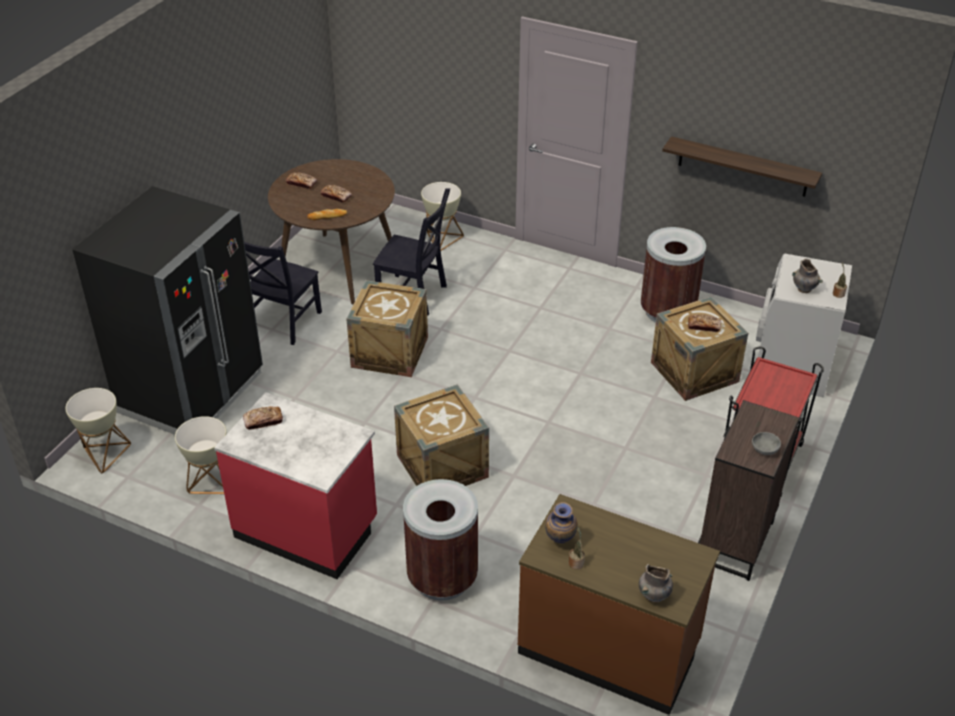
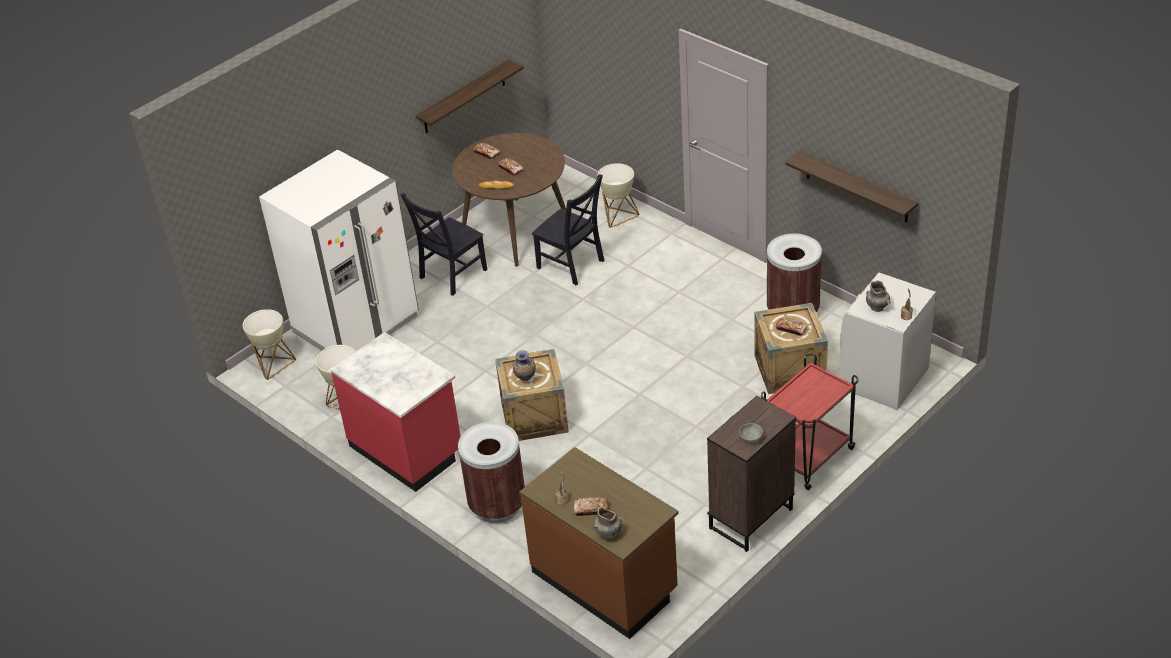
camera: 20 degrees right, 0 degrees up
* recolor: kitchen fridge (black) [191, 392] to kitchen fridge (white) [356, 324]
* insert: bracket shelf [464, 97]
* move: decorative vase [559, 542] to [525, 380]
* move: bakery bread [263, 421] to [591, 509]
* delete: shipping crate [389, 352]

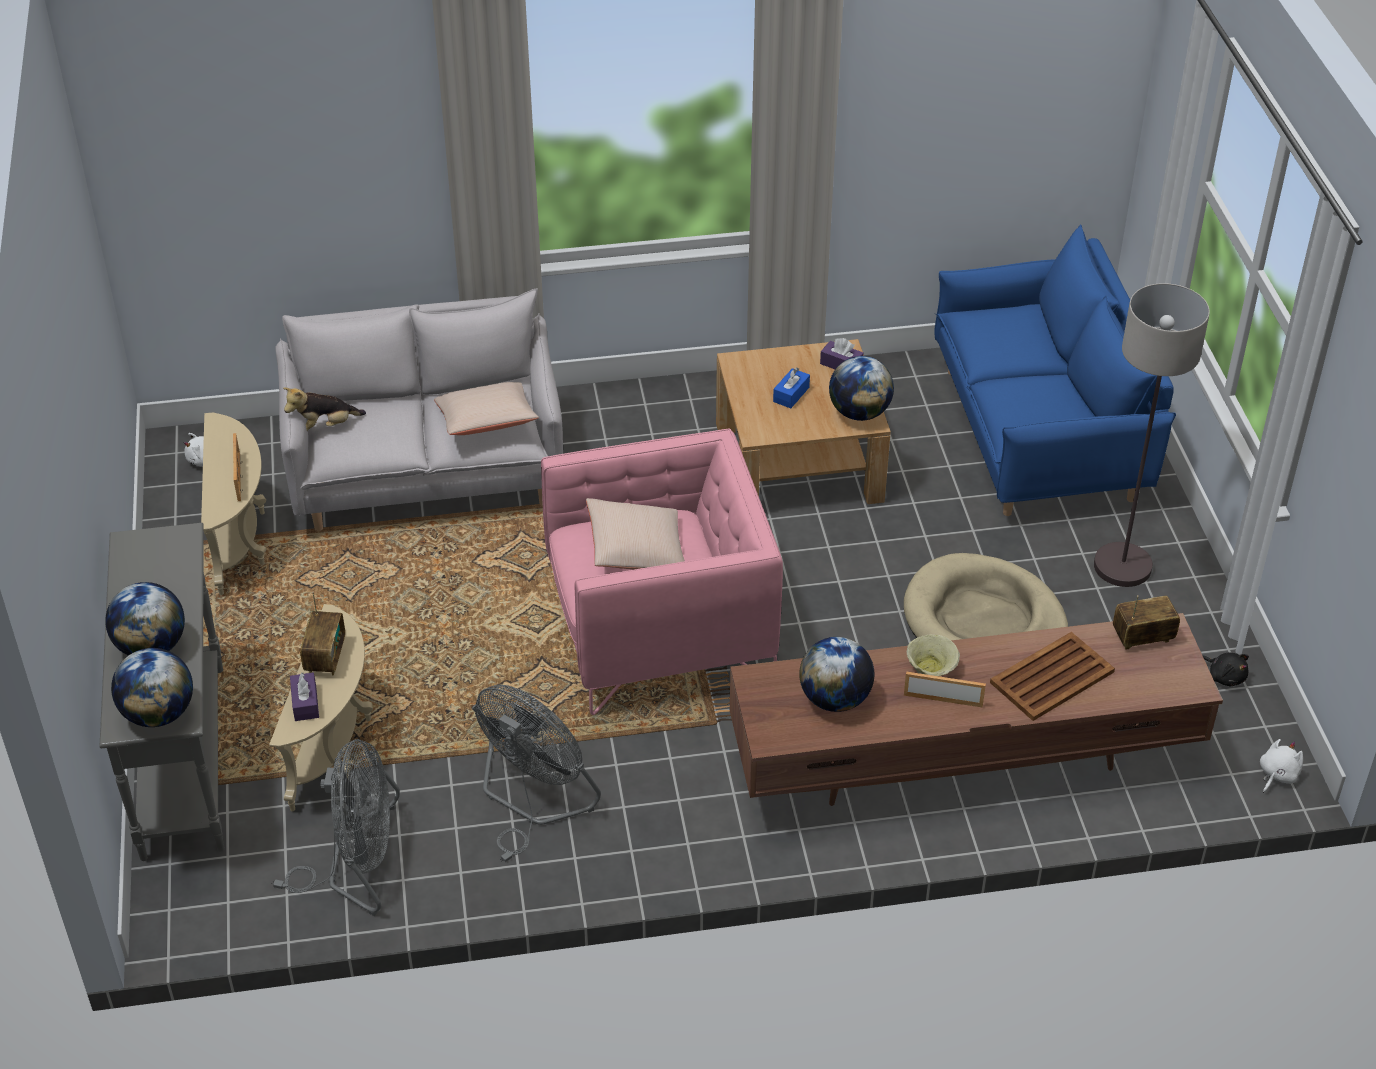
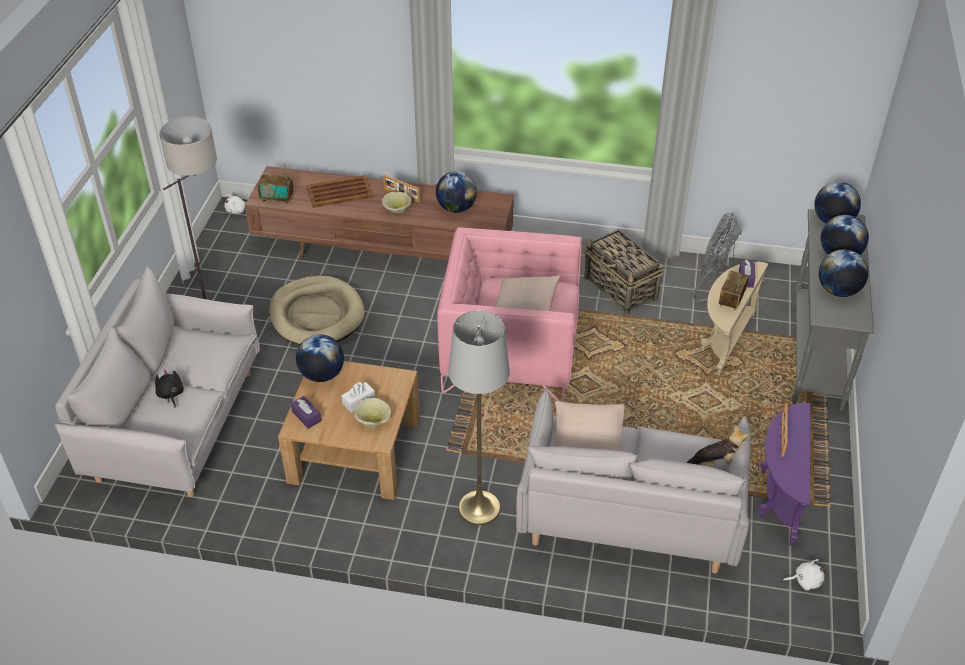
camera: 160 degrees left, 0 degrees up
* recolor: settee (blue) [1038, 434] to settee (grey) [176, 425]
* move: cuddly toy (black) [1225, 676] to [170, 395]
* recolor: box of tissues (blue) [791, 394] to box of tissues (white) [358, 401]
* insert: deep dish (beige) [374, 421]
* insert: standard lamp (grey) [479, 508]
* replace: electric fan (grey) [527, 800] to basket [621, 289]
* recolor: end table (beige) [241, 540] to end table (purple) [778, 497]
* insert: globe [838, 291]

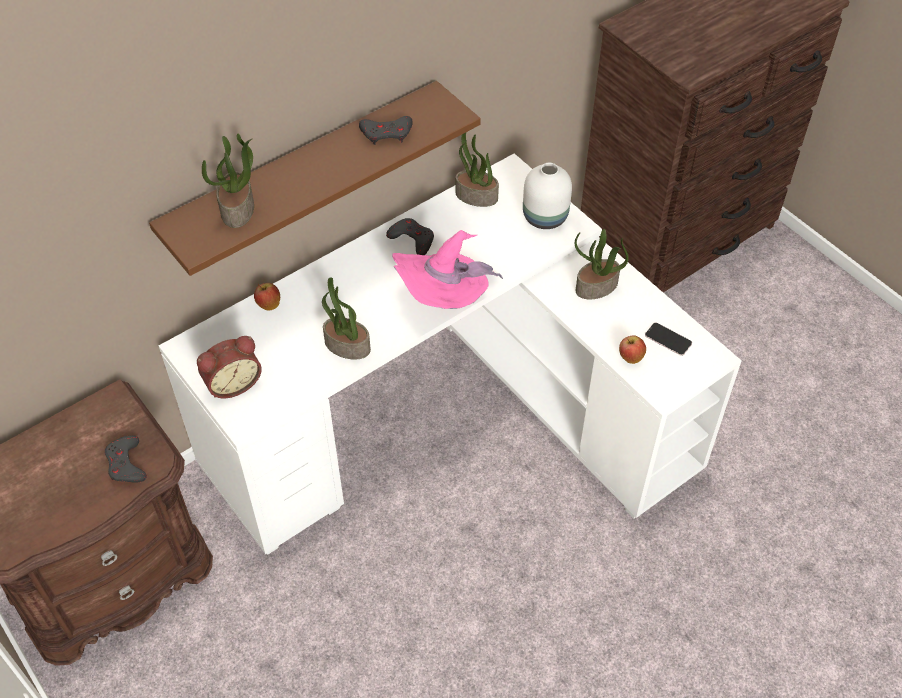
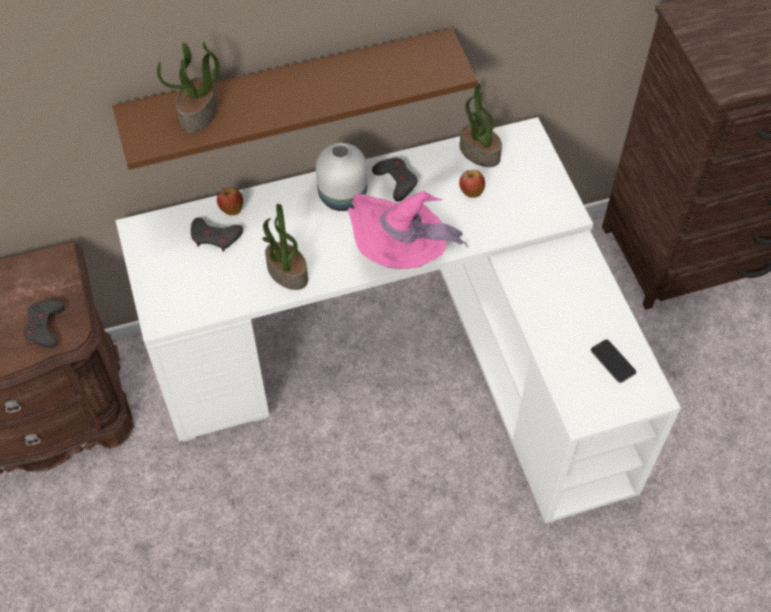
camera: 20 degrees right, 5 degrees up
* move: game controller (grey) [387, 133] to [215, 237]
* move: decorative vase (white) [546, 218] to [343, 197]
* move: apple fruit [630, 357] to [471, 192]
* delete: bedside clock [232, 383]
* delete: houseplant [596, 287]

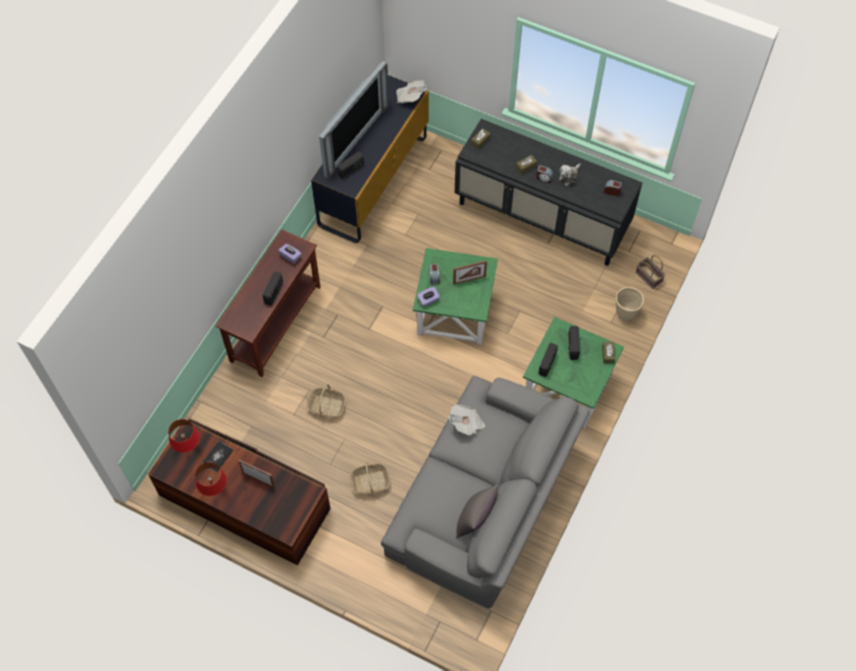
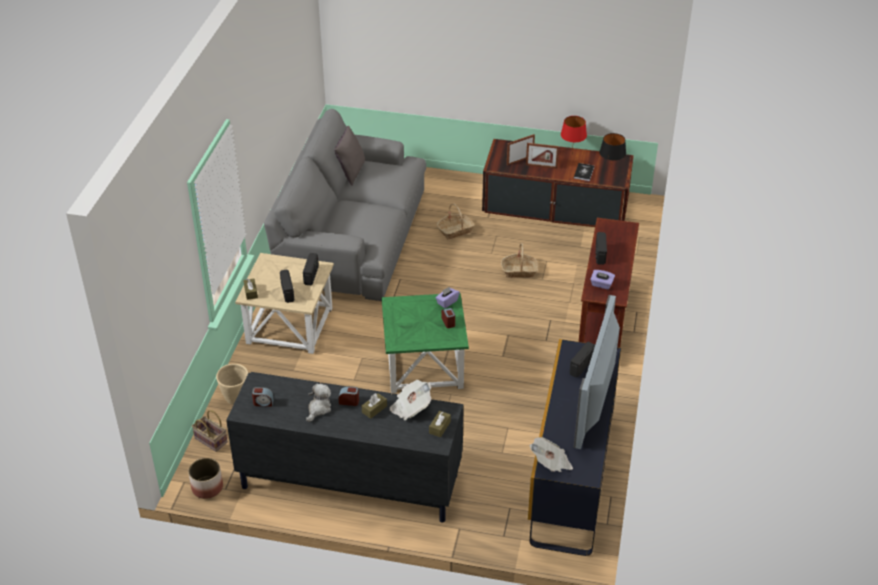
camera: 165 degrees right, 20 degrees down
* insert: flower pot [207, 487]
* recolor: end table (green) [568, 388] to end table (beige) [289, 325]
* move: daily paper [466, 424] to [410, 407]
* move: standing frame [469, 280] to [520, 160]
* recolor: lamp for a table (red-coloured) [189, 449] to lamp for a table (black) [610, 172]

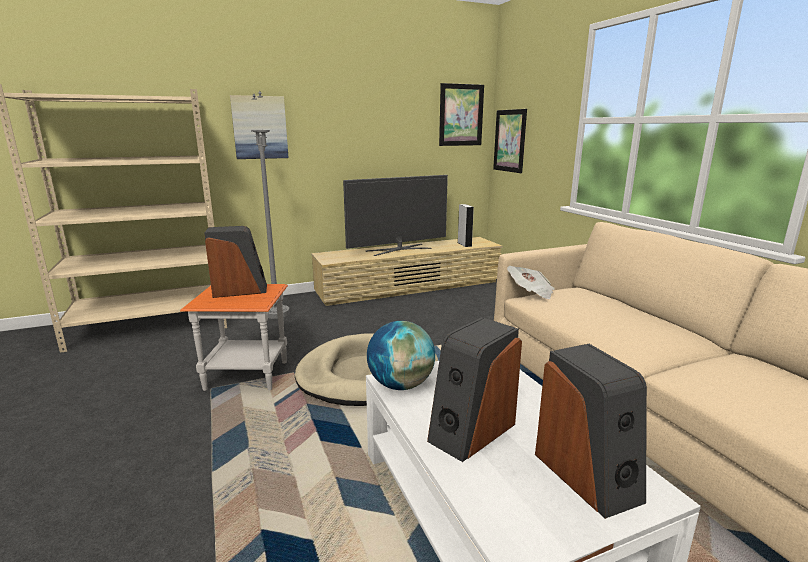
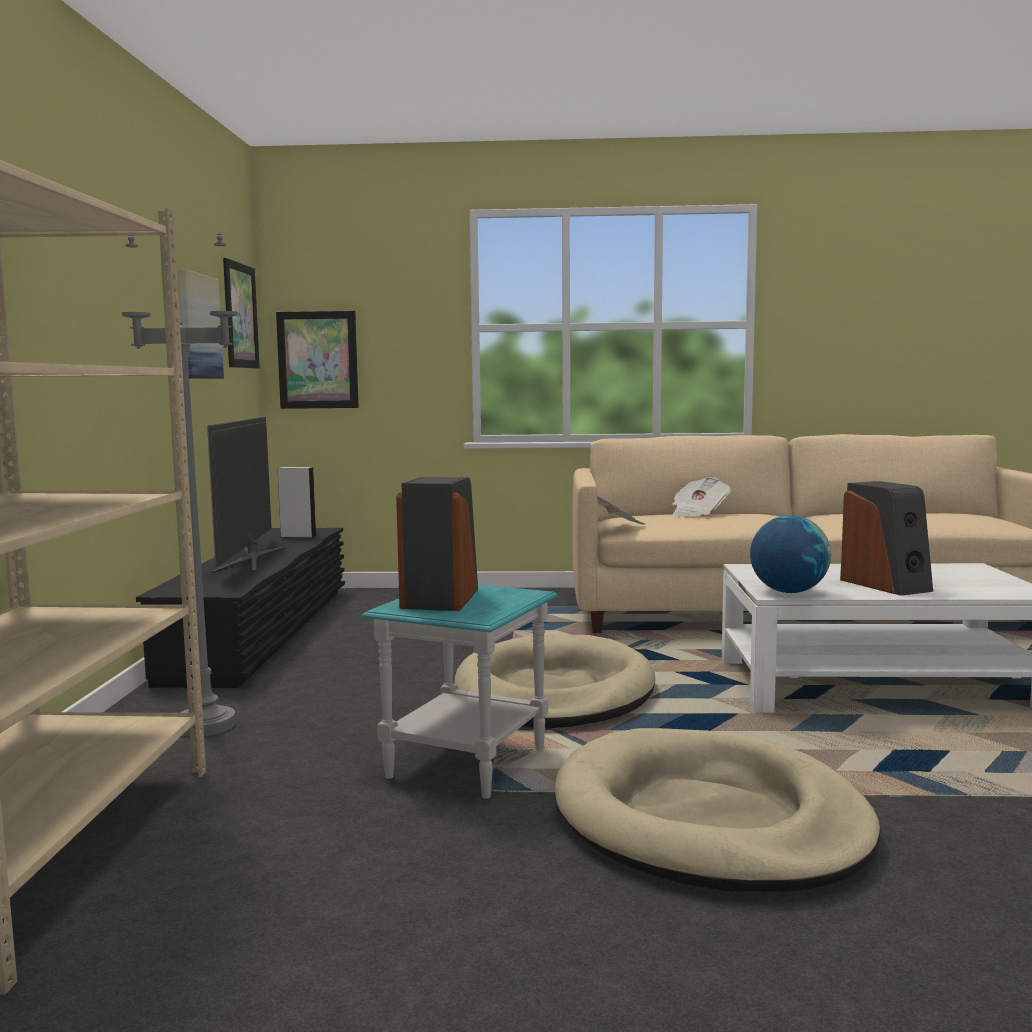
camera: 65 degrees left, 10 degrees down
* recolor: tv unit (beige) [410, 287] to tv unit (black) [262, 630]
* move: wall picture [259, 127] to [198, 327]
* recolor: end table (orange-coloured) [248, 375] to end table (blue-green) [467, 762]
* insert: dog cushion (beige) [709, 820]
* insert: daily paper [698, 514]
* delete: audio speaker [587, 475]

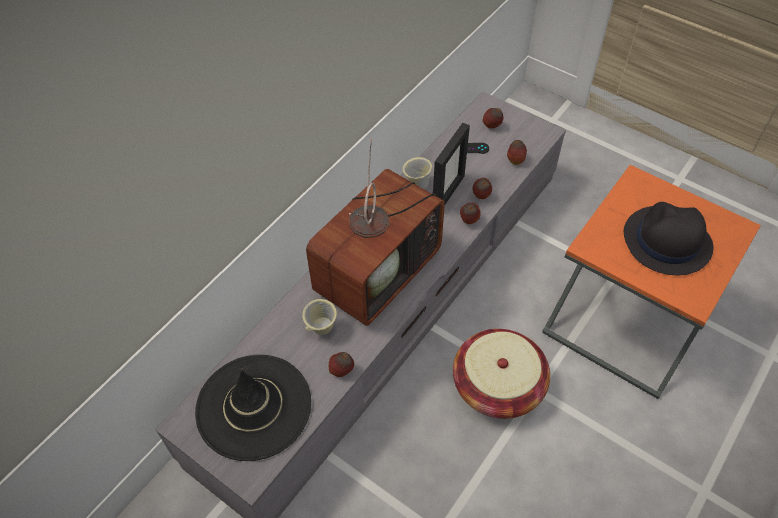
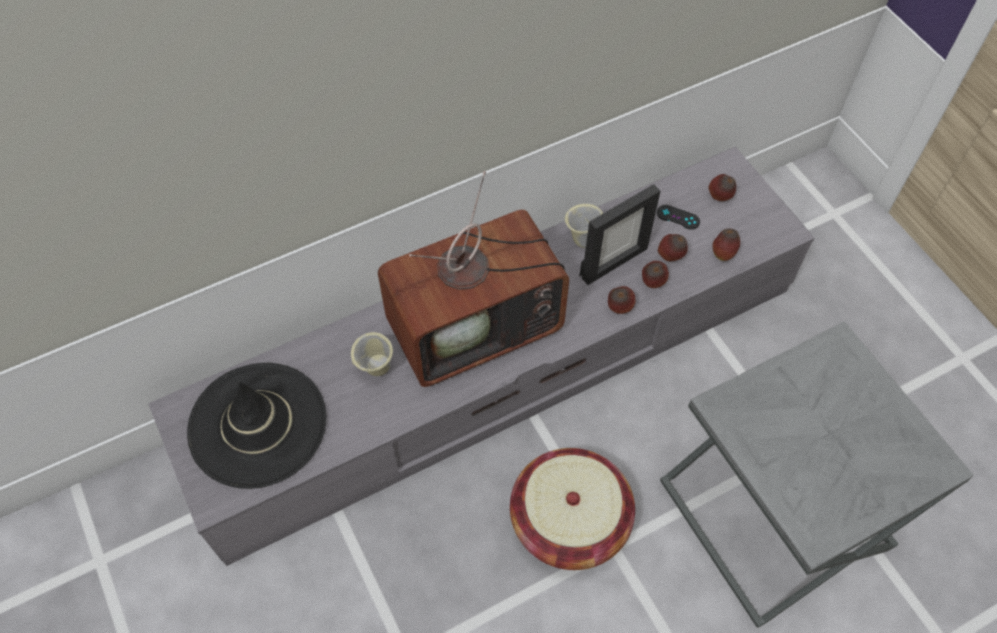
camera: 25 degrees right, 5 degrees up
* move: apple fruit [342, 371] to [670, 257]
* recolor: end table (orange-coloured) [626, 321] to end table (grey) [776, 513]
* delete: wearable hat (black) [666, 241]

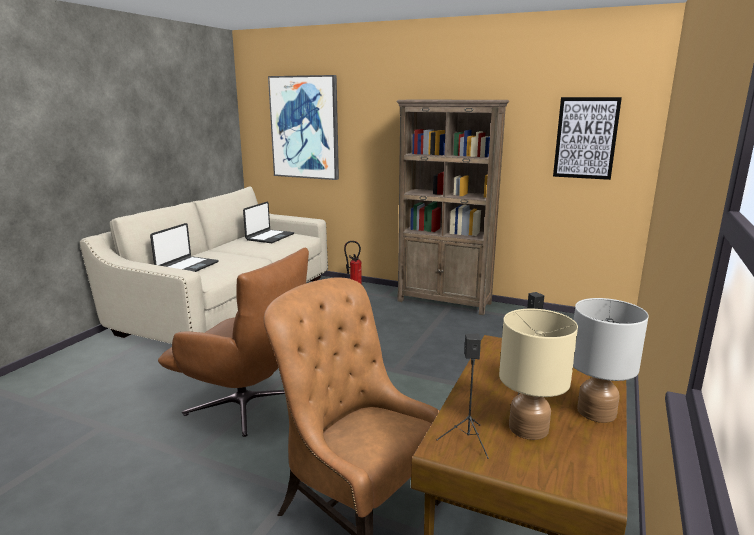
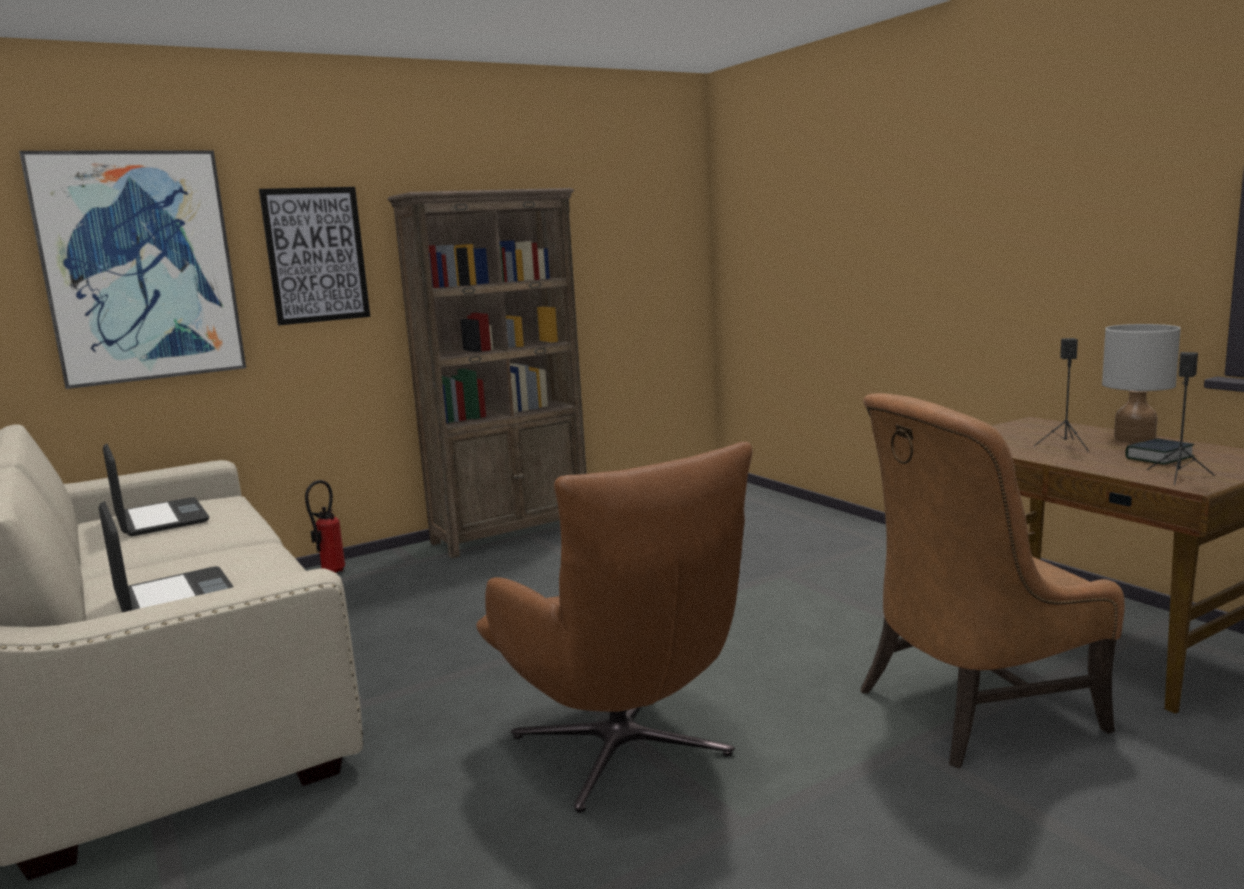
camera: 55 degrees left, 5 degrees down
* move: wall picture [586, 138] to [316, 255]
* rotate: armchair (brown) [243, 404] = [620, 746] 90 degrees clockwise
* replace: lamp for a table (beige) [529, 428] to book [1159, 458]

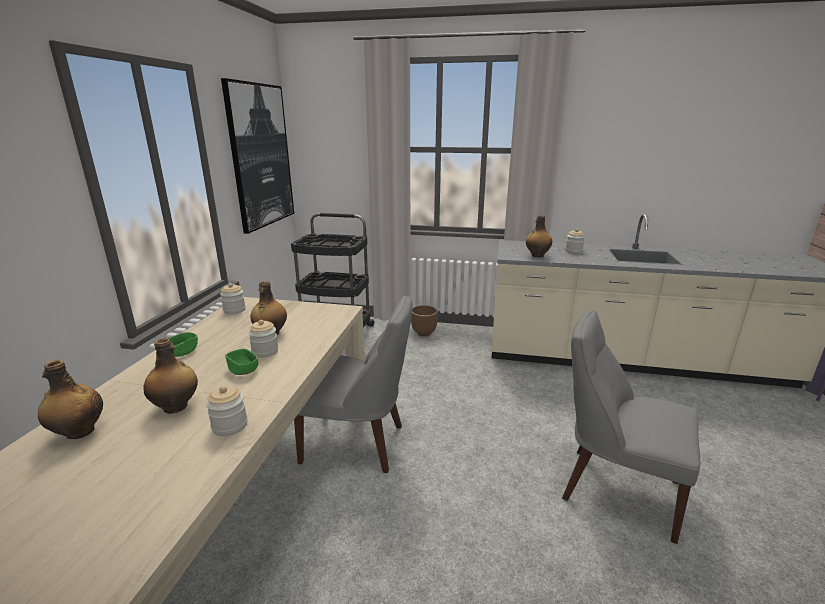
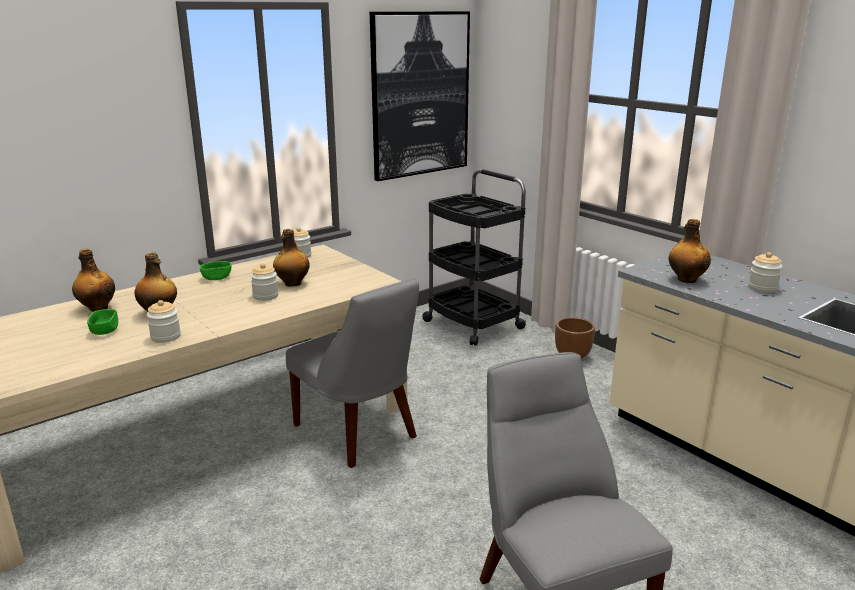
camera: 40 degrees right, 0 degrees up
* move: deep dish (green) [243, 370] to [104, 330]

